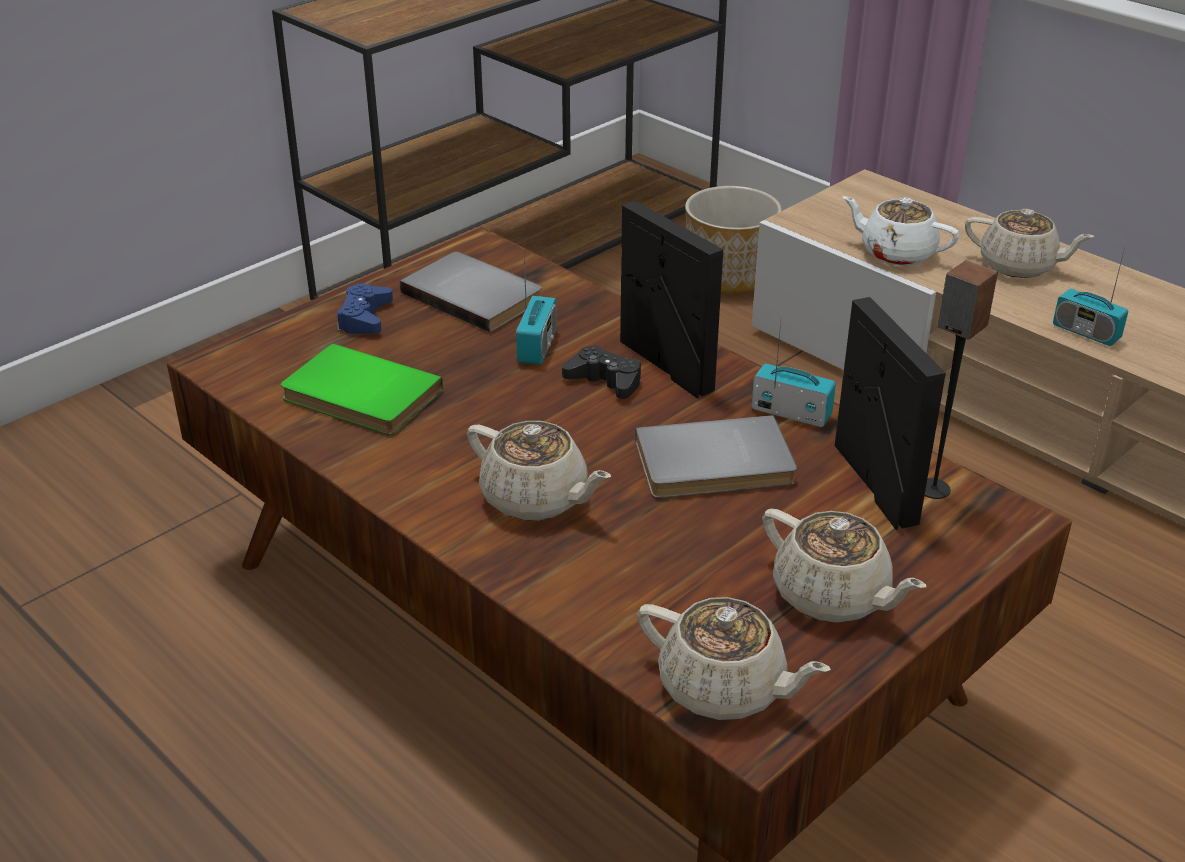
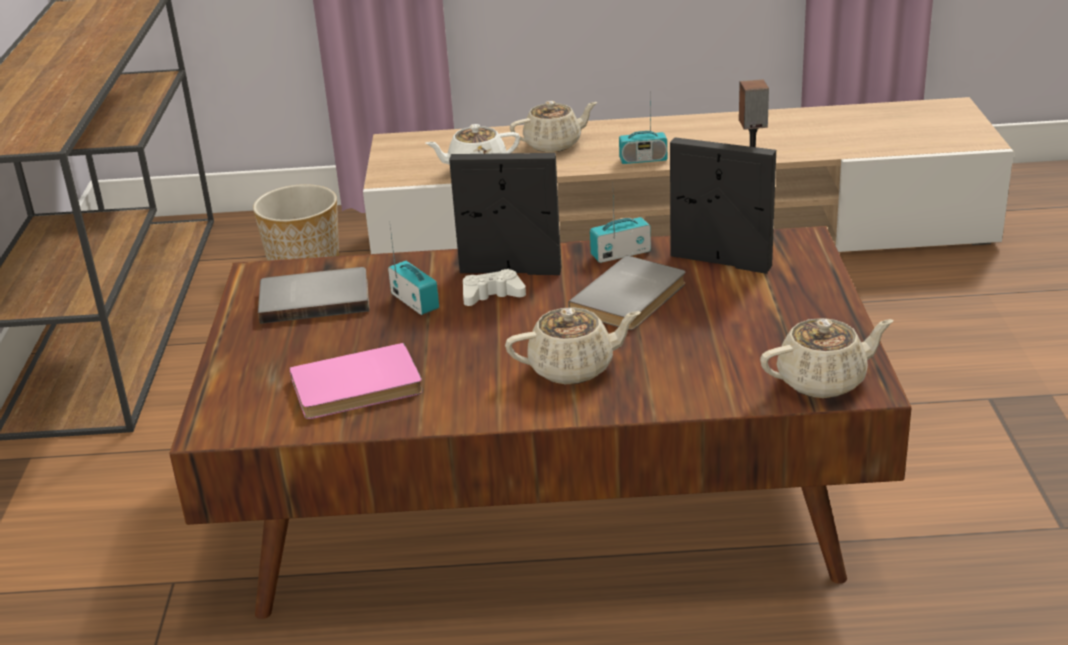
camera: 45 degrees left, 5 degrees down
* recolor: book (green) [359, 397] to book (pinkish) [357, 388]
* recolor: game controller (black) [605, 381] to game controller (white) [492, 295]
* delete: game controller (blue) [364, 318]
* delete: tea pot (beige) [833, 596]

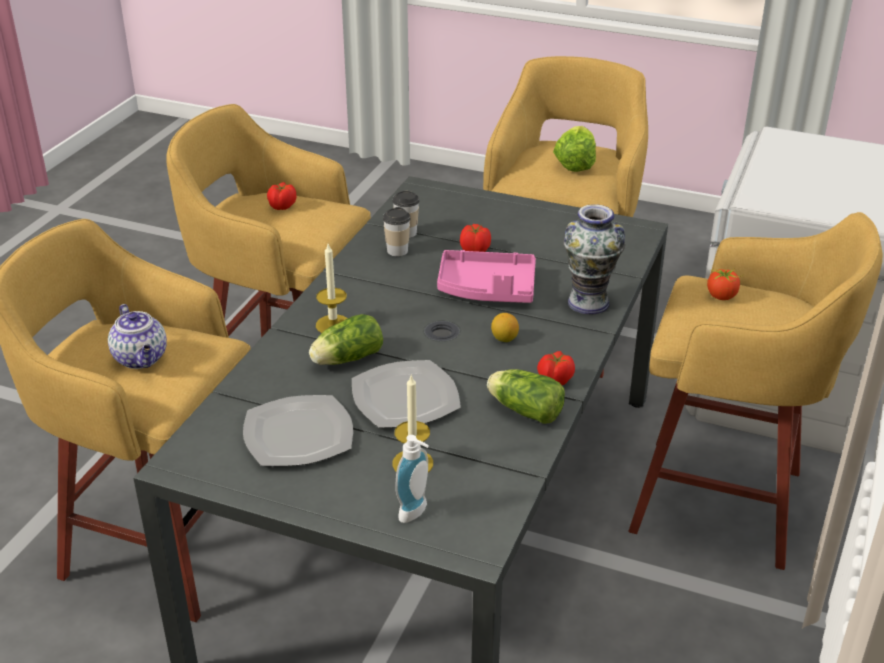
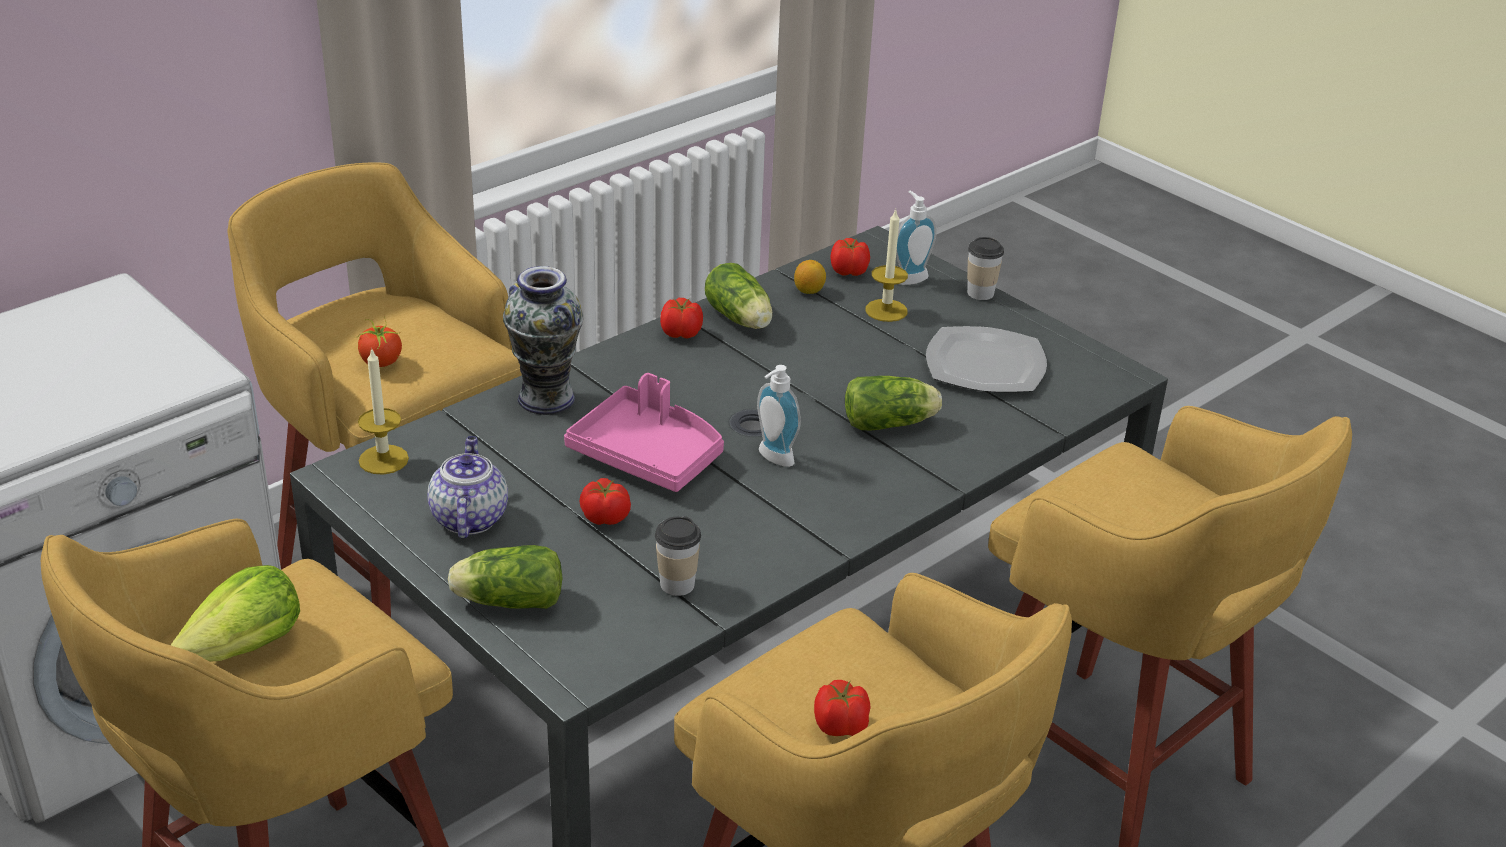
camera: 155 degrees left, 0 degrees up
* move: candle [333, 325] to [383, 459]
* move: tea pot [141, 359] to [468, 518]
* insert: lettuce head [506, 601]
* insert: liquid soap bottle [772, 459]
* move: lemon [504, 339] to [809, 291]
* insert: fresh tomato [849, 272]
* move: drinking cup [397, 251] to [980, 293]
* delete: plate [405, 397]

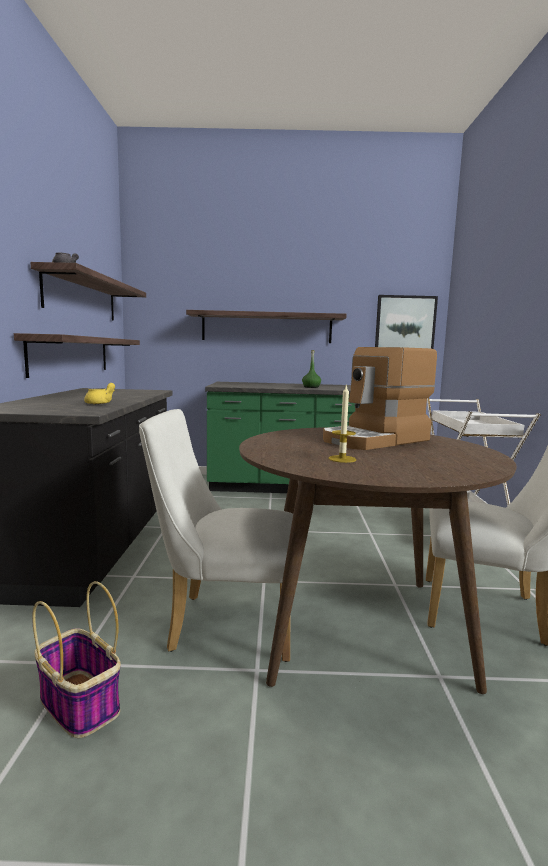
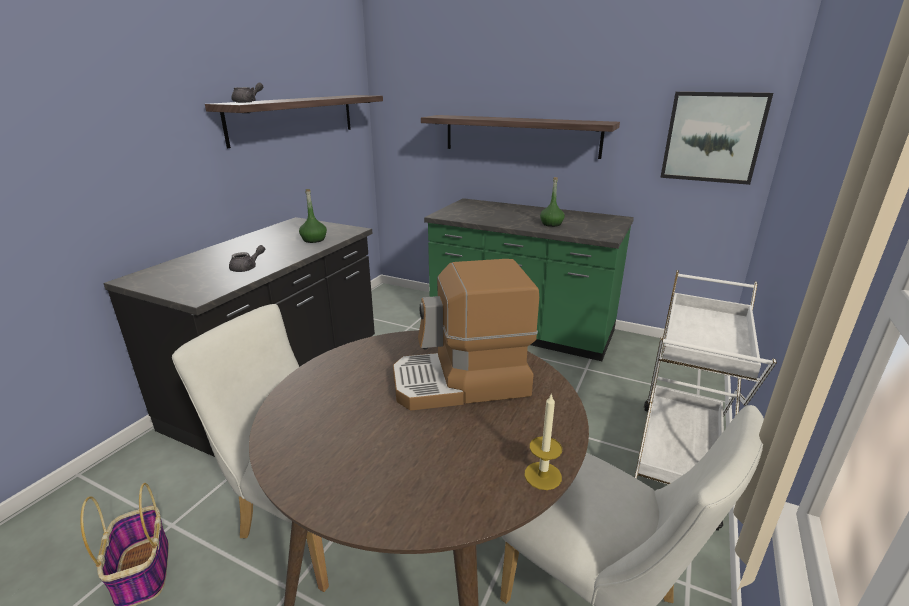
camera: 25 degrees right, 15 degrees up
* recolor: tea pot (yellowish) [101, 403] to tea pot (grey) [247, 268]
* insert: drink bottle (green) [314, 240]
* move: candle [342, 459] to [543, 475]
* delete: bracket shelf [71, 355]

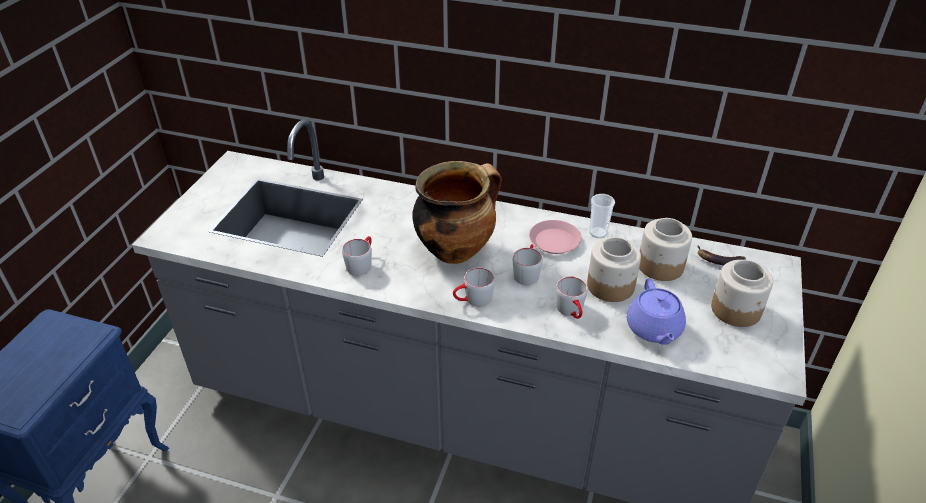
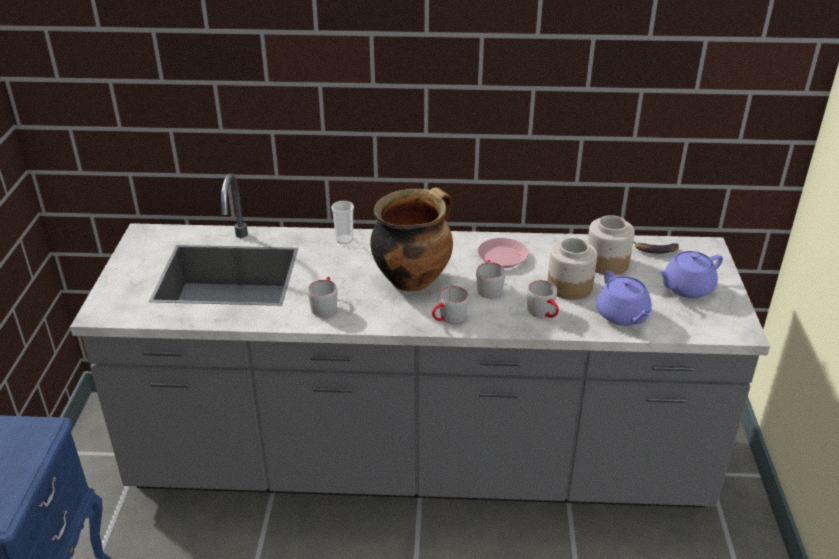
camera: 15 degrees left, 5 degrees down
* move: drinking cup [598, 233] to [344, 240]
* replace: storage jar [736, 310] to tea pot (purple) [686, 288]

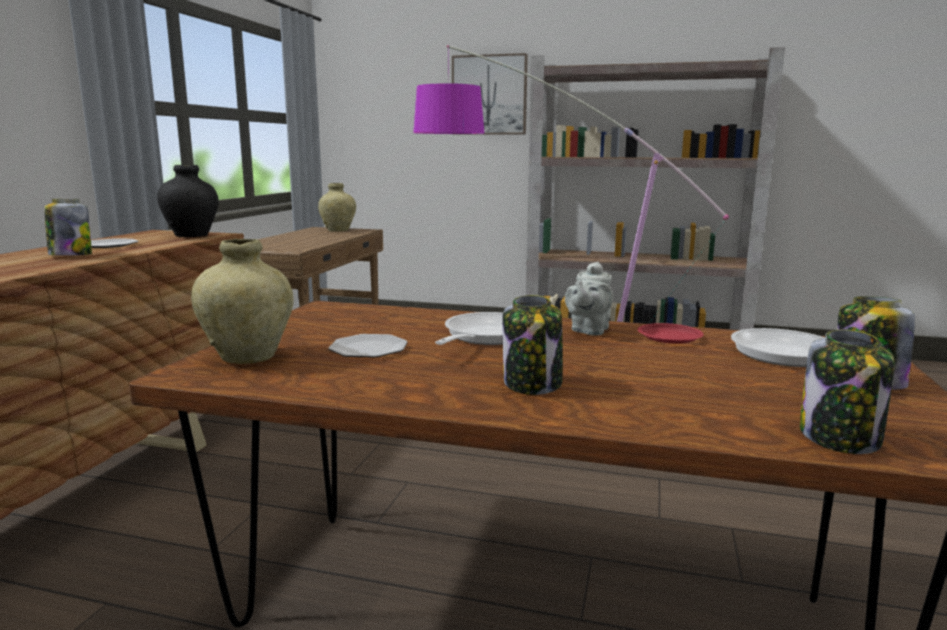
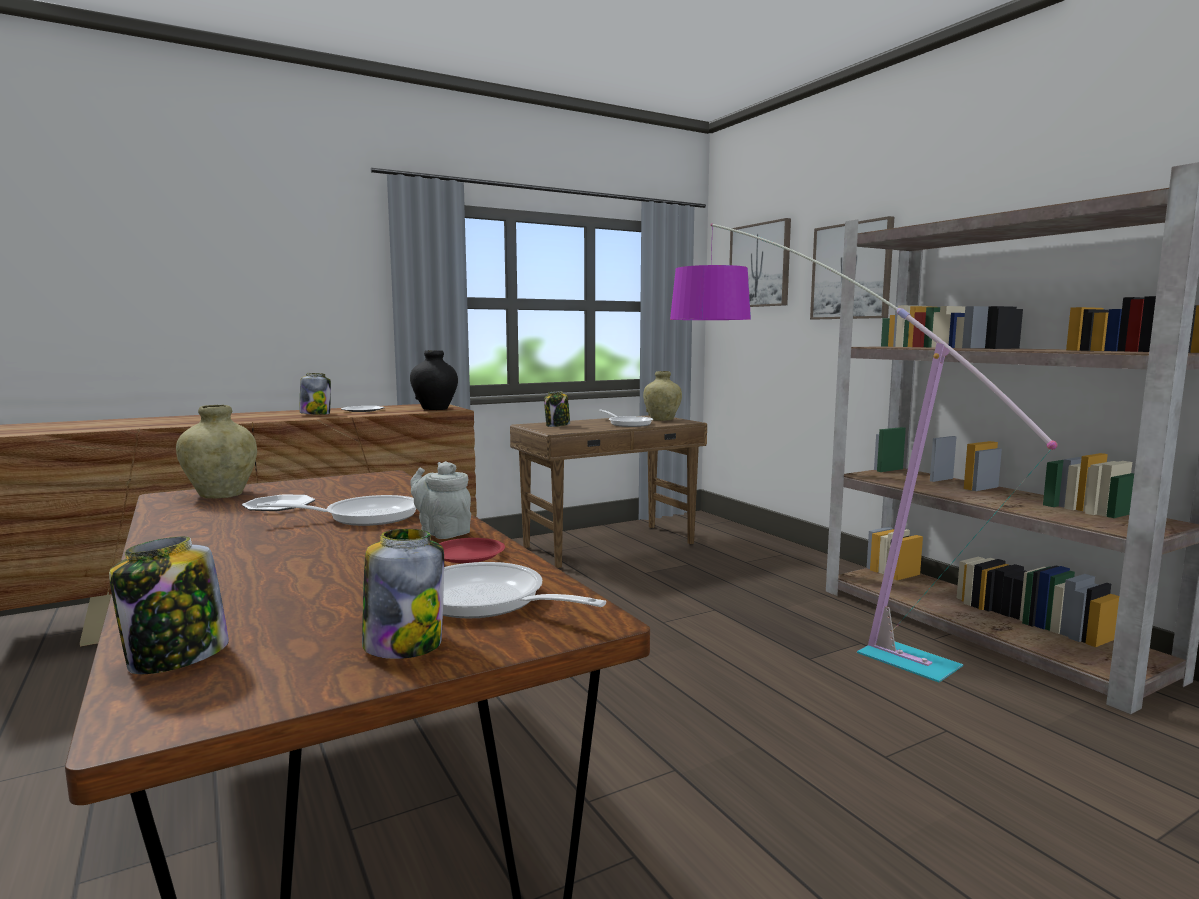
camera: 45 degrees right, 5 degrees down
* rotate: tea pot (grey) [588, 330] = [442, 532] 60 degrees clockwise
* move: storage jar [533, 384] to [557, 425]
* insert: pan [628, 424]
* insert: wall picture [760, 265]

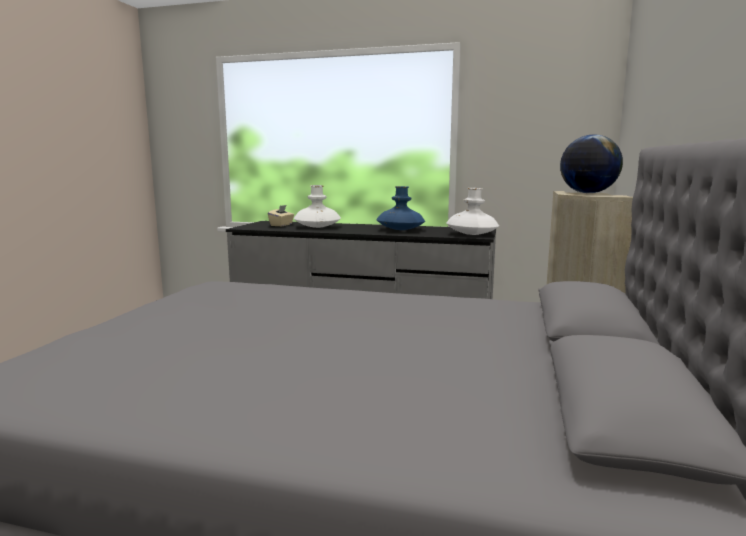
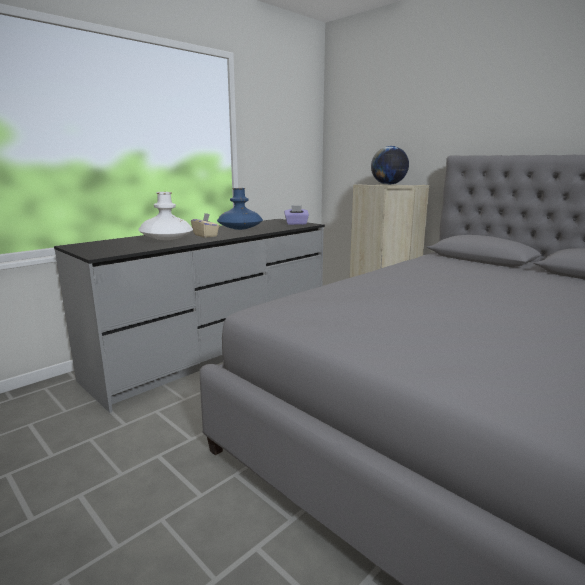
camera: 60 degrees left, 5 degrees up
* move: box of tissues (beige) [281, 225] to [205, 235]
* replace: decorative vase (white) [472, 234] to box of tissues (purple) [296, 224]

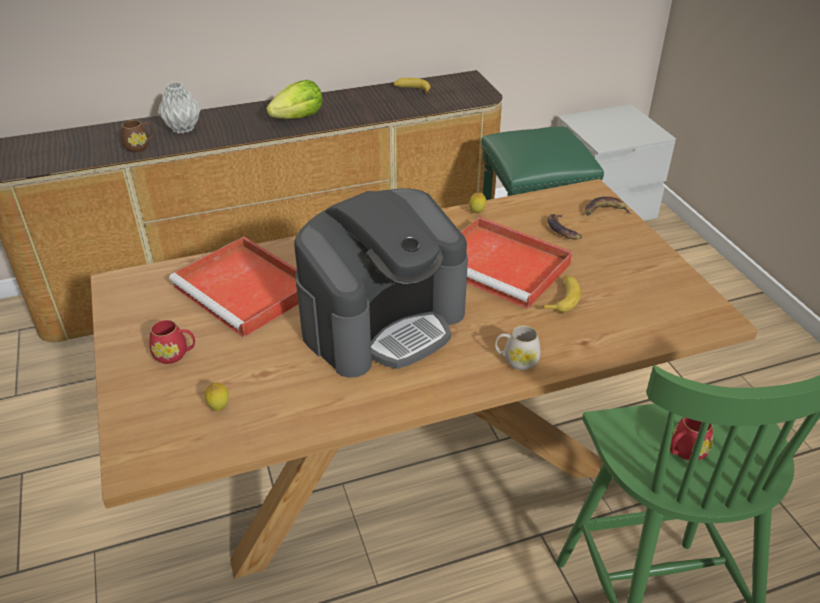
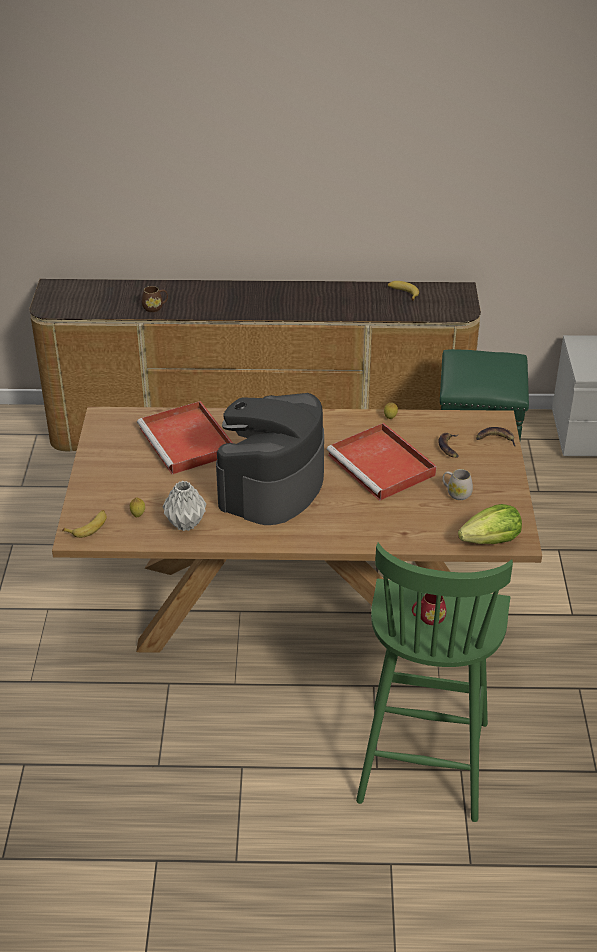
camera: 20 degrees right, 0 degrees up
* move: banana [562, 298] to [88, 527]
* move: decorative vase (grey) [182, 128] to [185, 523]
* rotate: coffee machine [383, 321] = [271, 486] 135 degrees clockwise
* move: tea mug (white) [516, 360] to [456, 493]
* move: lettuce head [298, 118] to [491, 541]
* delete: tea mug (red-coloured) [175, 354]

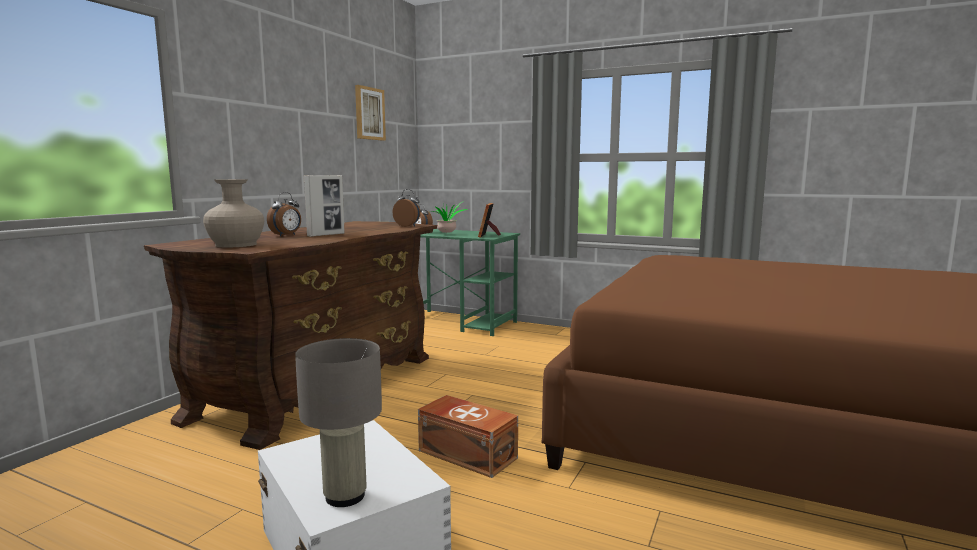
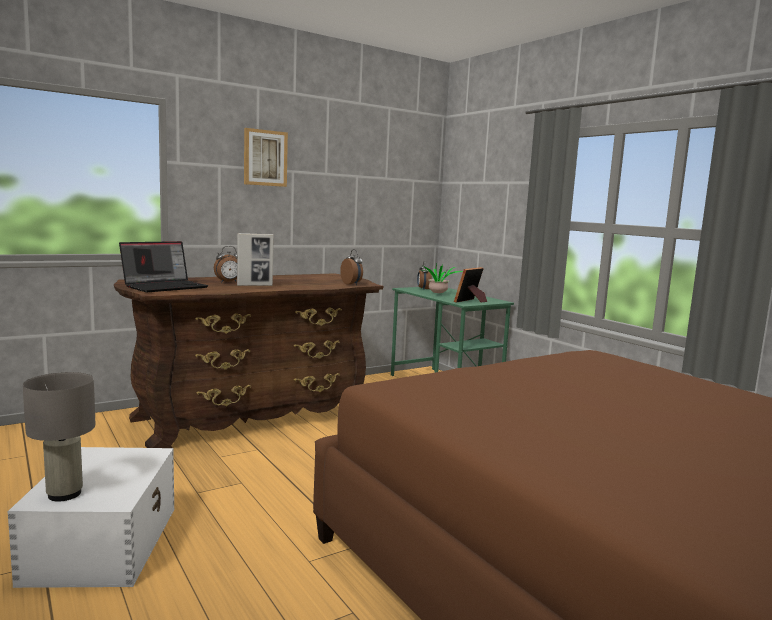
camera: 30 degrees right, 0 degrees up
* replace: decorative vase (beige) [236, 245] to notebook computer [165, 287]
* move: wall picture [369, 113] to [265, 158]
* delete: storage box (brown) [467, 453]

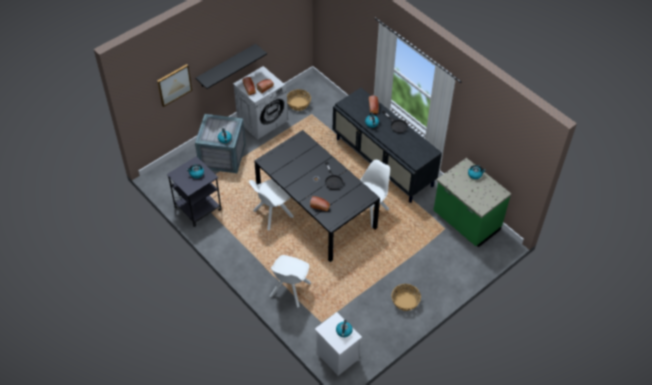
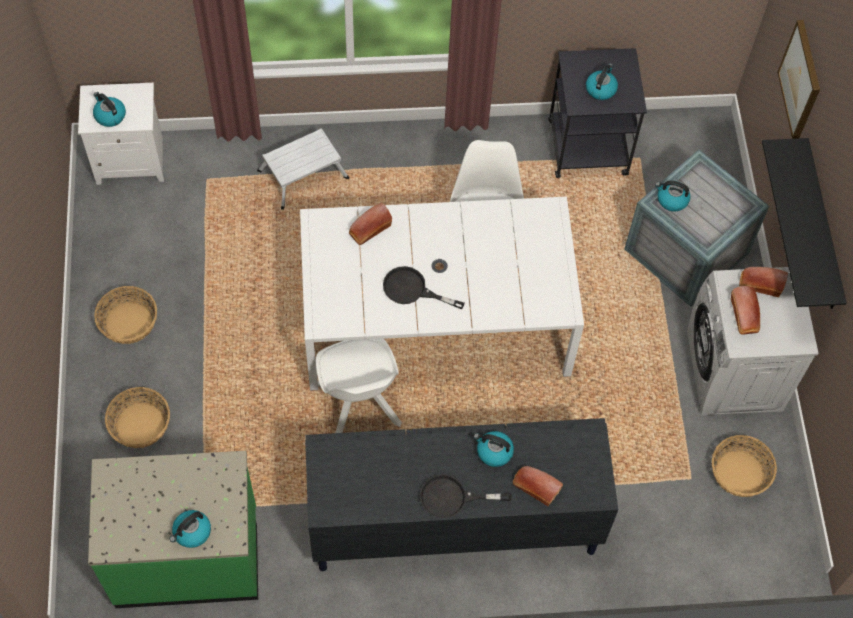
camera: 125 degrees right, 10 degrees up
* insert: basket [140, 425]
* replace: chair (white) [289, 290] to step ladder (white) [303, 174]
* recolor: kitchen table (black) [316, 209] to kitchen table (white) [436, 321]

